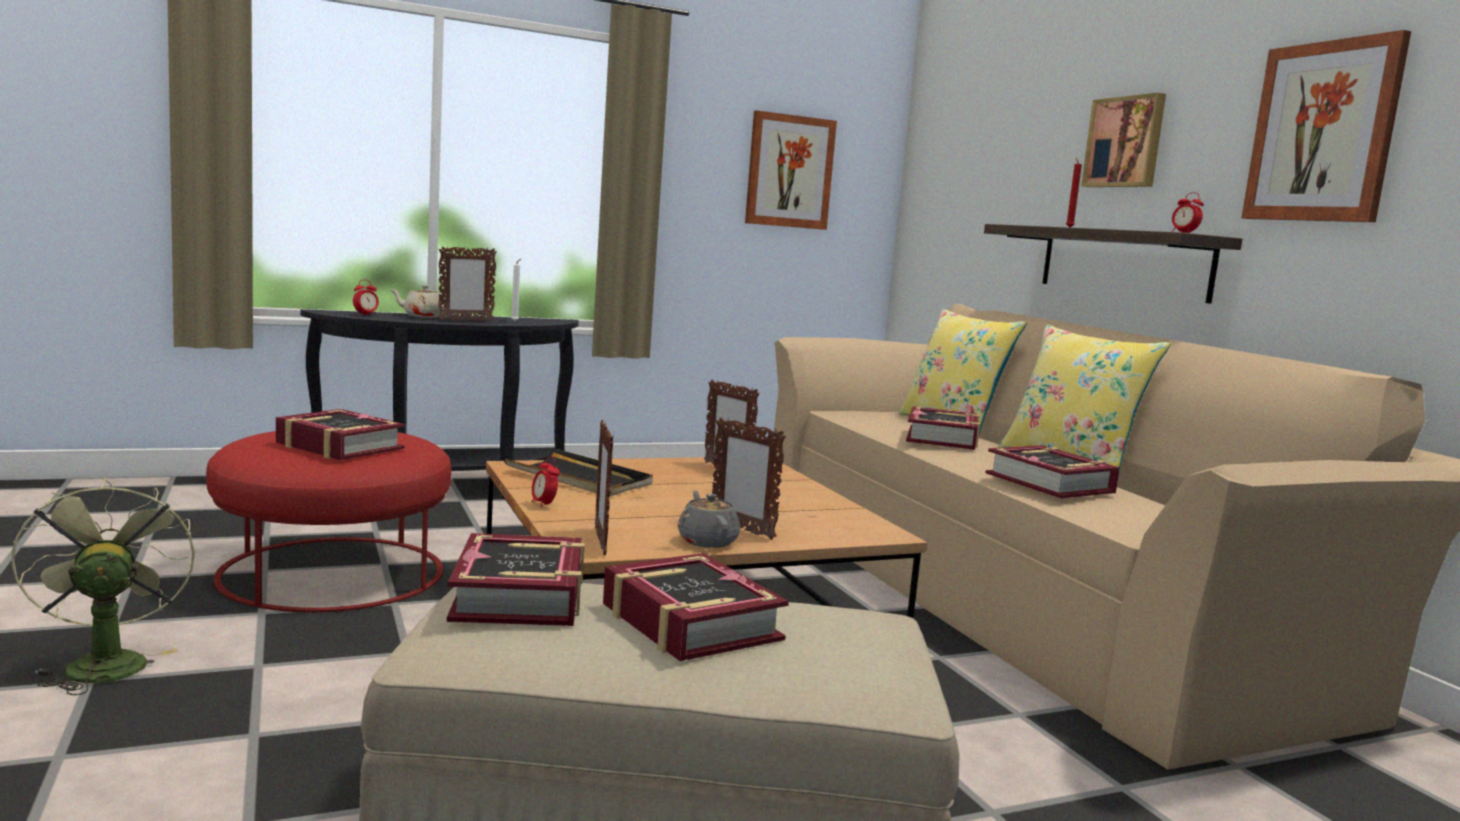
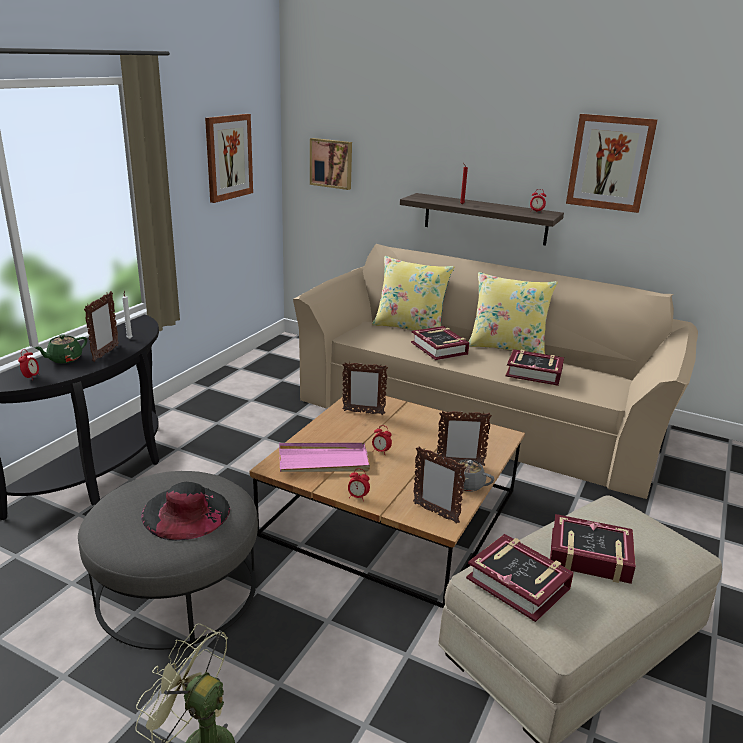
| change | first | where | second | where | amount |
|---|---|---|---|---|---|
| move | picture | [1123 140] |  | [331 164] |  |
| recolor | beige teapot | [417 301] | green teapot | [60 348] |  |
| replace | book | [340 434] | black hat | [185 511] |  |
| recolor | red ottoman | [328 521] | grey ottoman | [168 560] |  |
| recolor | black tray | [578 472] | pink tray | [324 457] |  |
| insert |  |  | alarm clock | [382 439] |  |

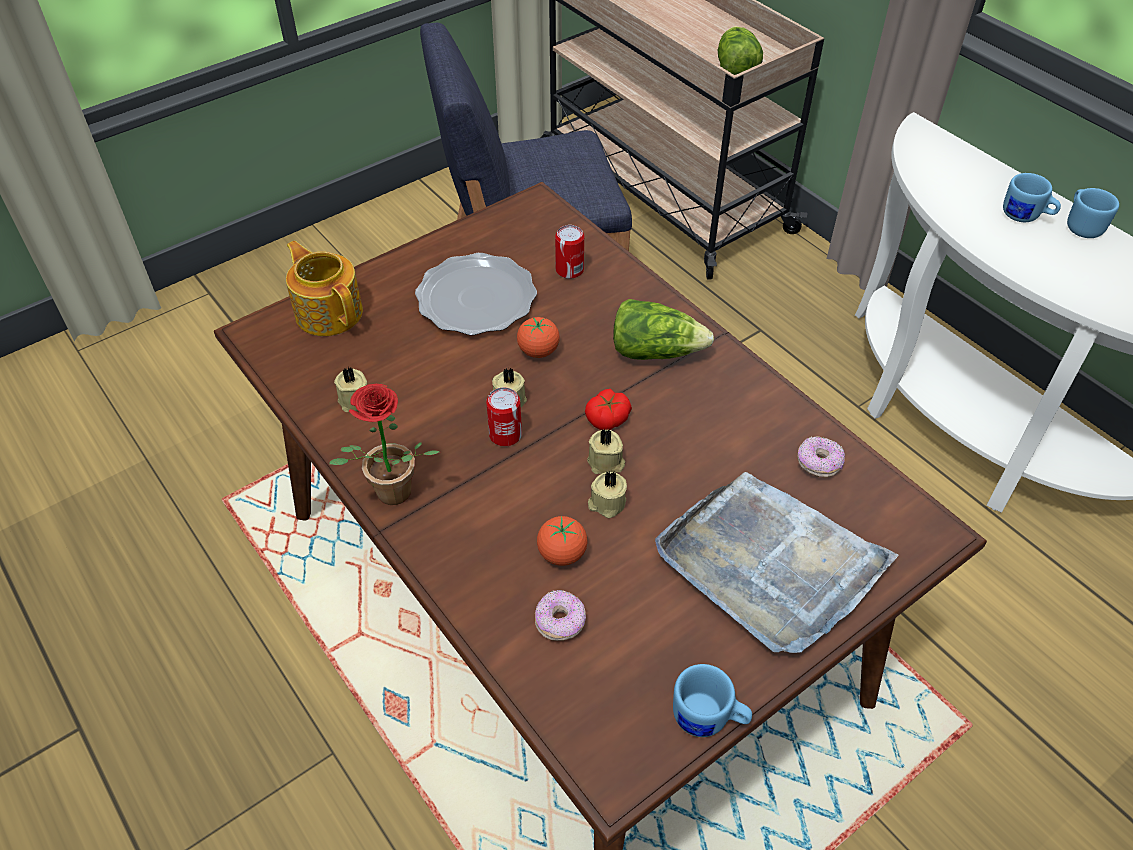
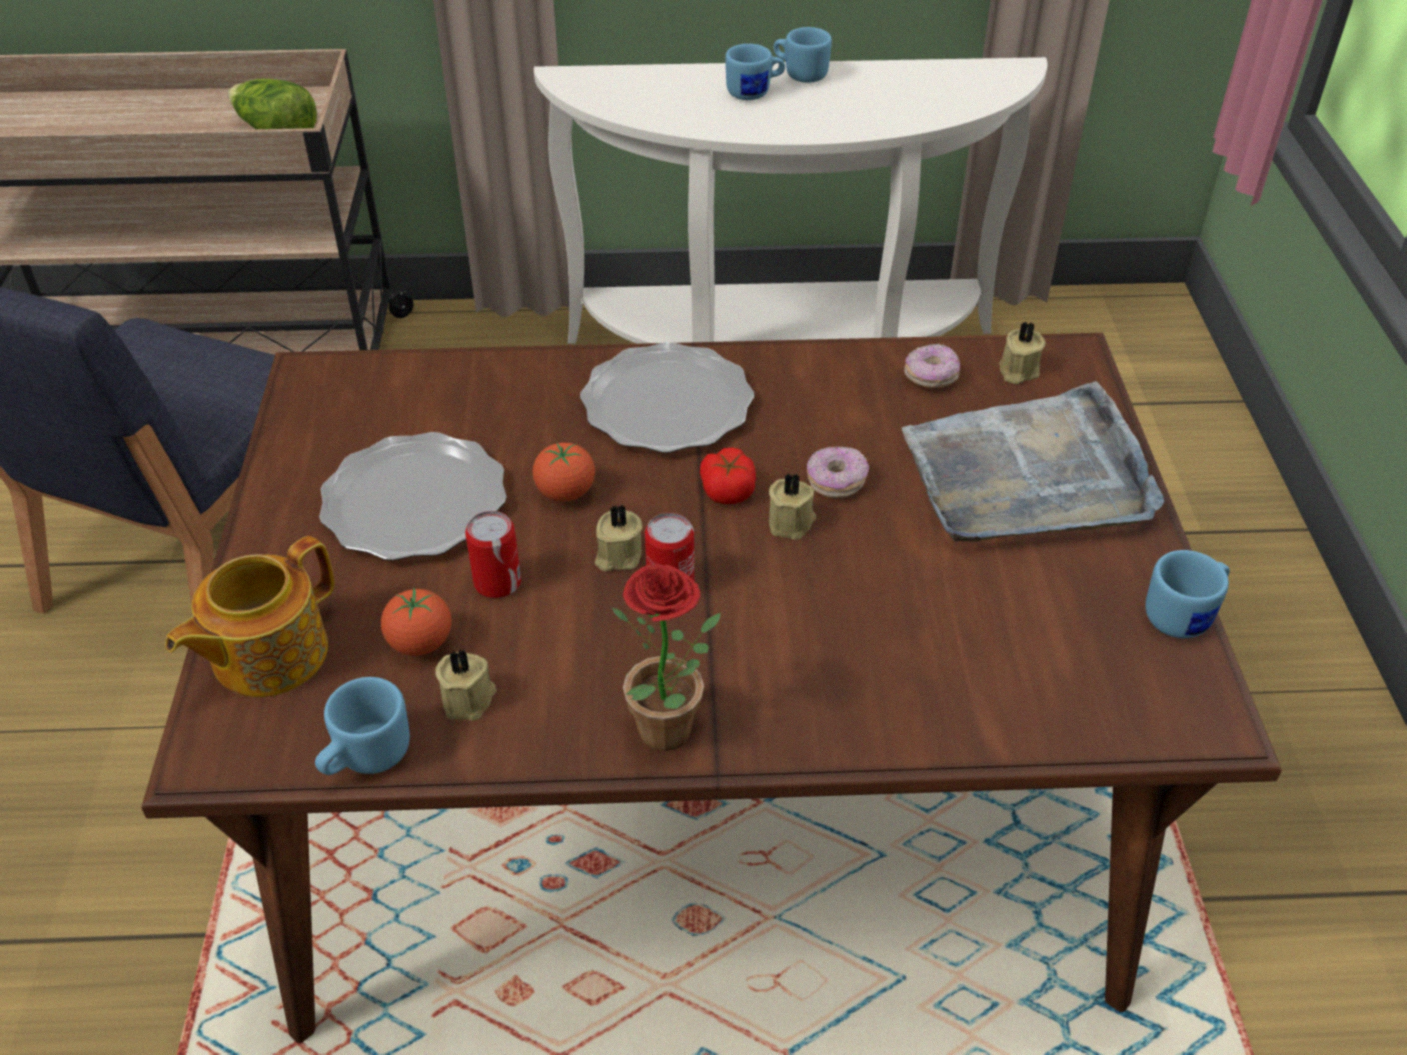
| change | first | where | second | where | amount |
|---|---|---|---|---|---|
| move | can | [569 252] |  | [493 554] |  |
| rotate | teapot | [324 288] |  | [250 616] | 45 degrees counterclockwise |
| replace | lettuce | [663 329] | plate | [667 397] |  |
| move | beige candle | [607 494] |  | [1022 352] |  |
| move | tomato | [562 541] |  | [416 622] |  |
| move | donut | [560 615] |  | [838 472] |  |
| insert |  |  | blue mug | [362 726] |  |

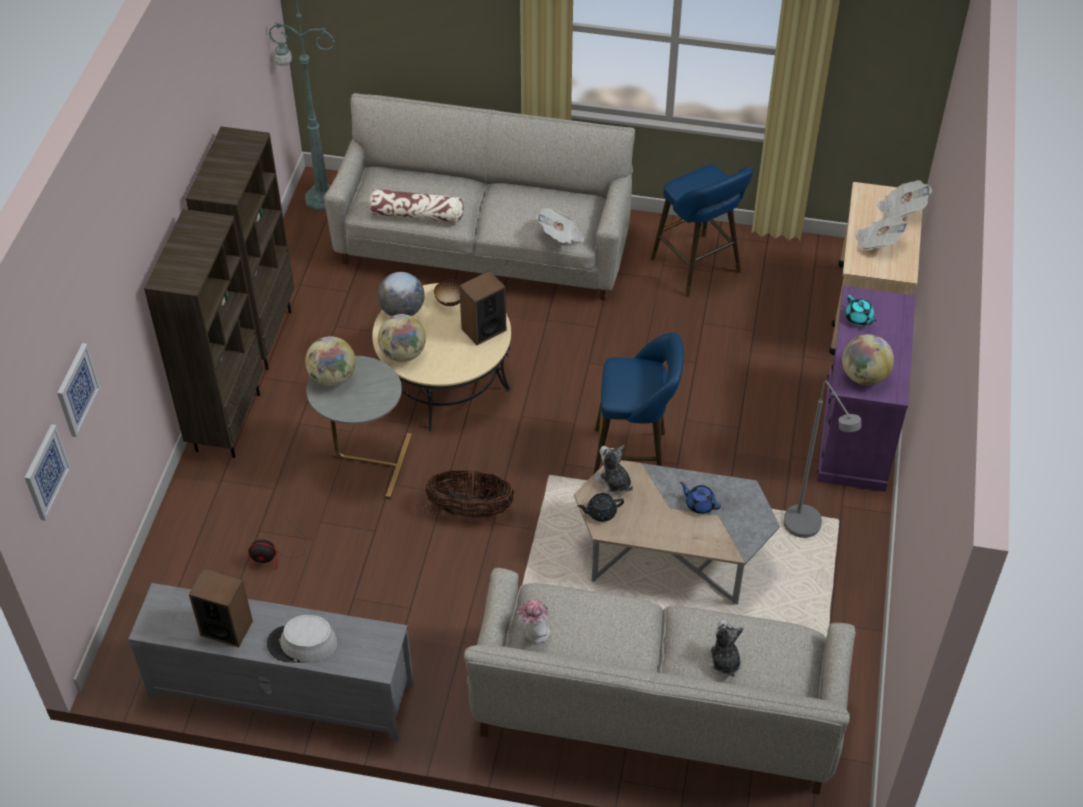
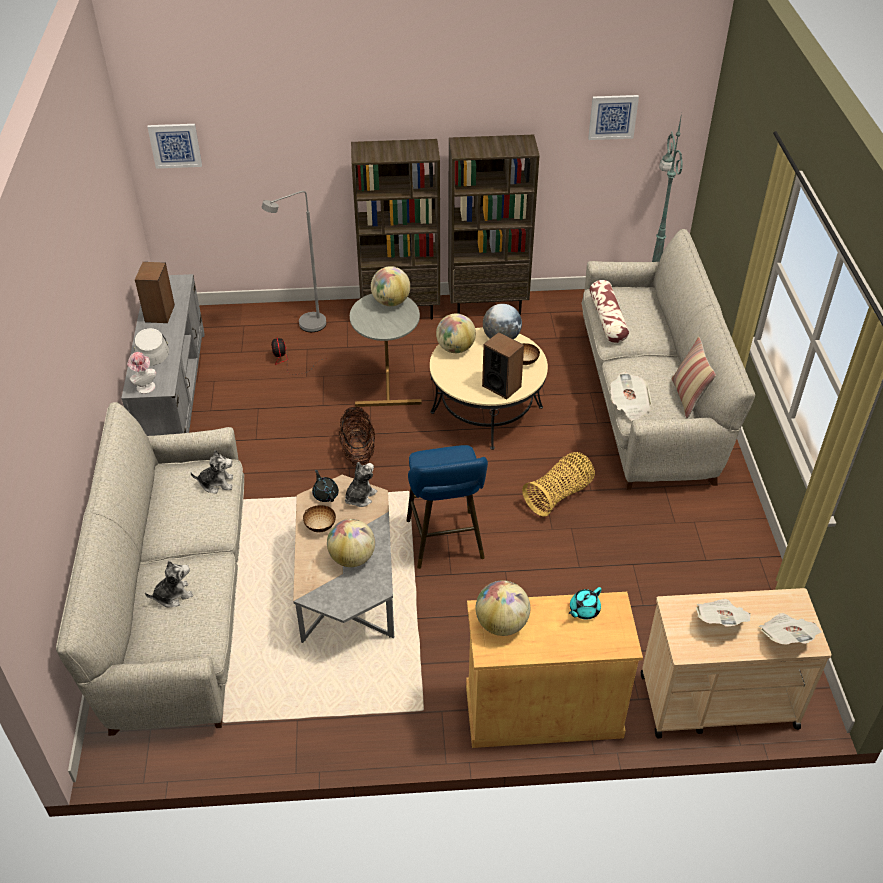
| change | first | where | second | where | amount |
|---|---|---|---|---|---|
| delete | blue stool | [702 231] |  |  |  |
| recolor | purple cabinet | [866 389] | beige cabinet | [554 670] |  |
| move | picture | [79 390] |  | [613 117] |  |
| move | grey floor lamp | [822 459] |  | [294 261] |  |
| replace | blue teapot | [700 498] | globe | [351 543] |  |
| move | hat | [533 621] |  | [141 373] |  |
| insert |  |  | pillow | [694 377] |  |
| insert |  |  | plush toy | [212 472] |  |
| insert |  |  | basket | [558 484] |  |
| insert |  |  | bowl | [319 518] |  |

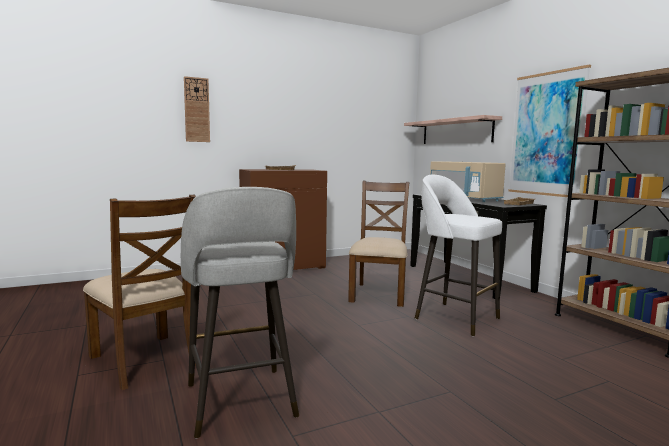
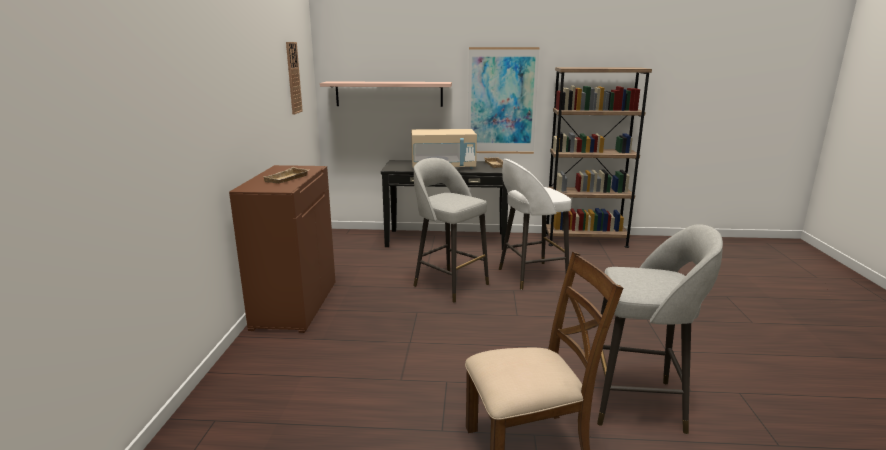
| change | first | where | second | where | amount |
|---|---|---|---|---|---|
| move | wall clock | [197 109] |  | [294 78] |  |
| replace | brown chair | [378 244] | grey stool | [451 230] |  |

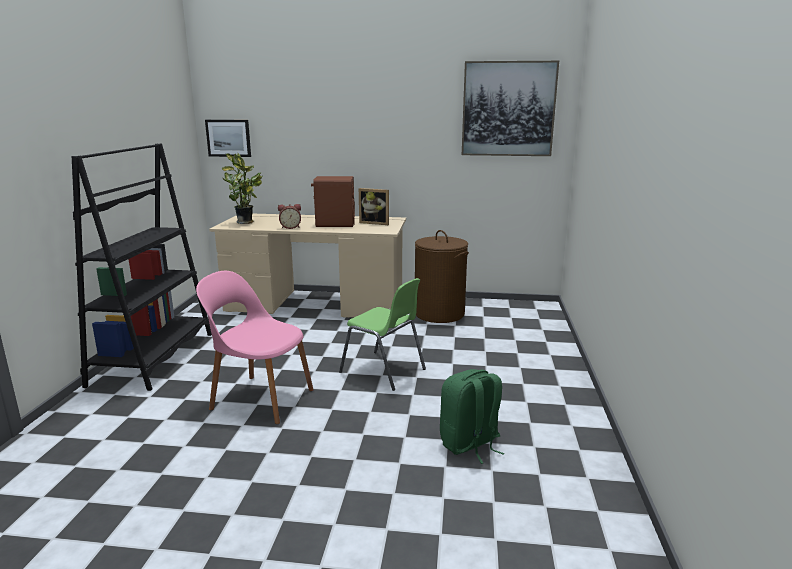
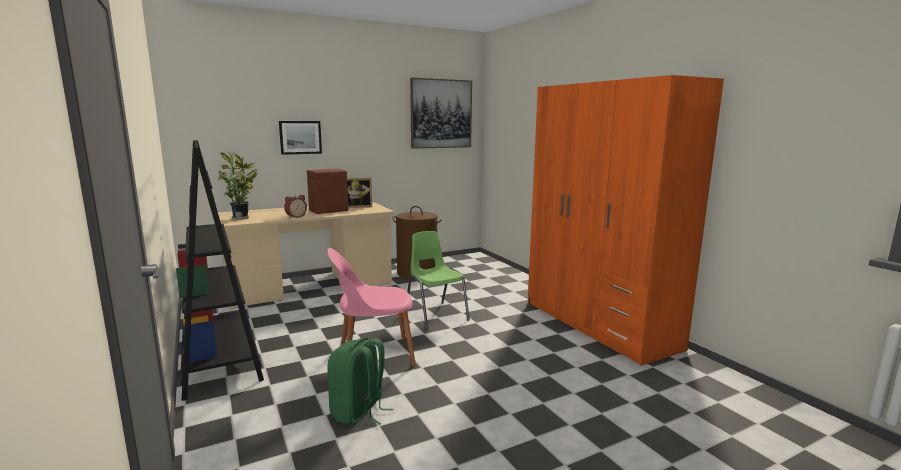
| change | first | where | second | where | amount |
|---|---|---|---|---|---|
| move | picture | [228 138] |  | [300 138] |  |
| rotate | green chair | [382 334] |  | [438 280] | 120 degrees counterclockwise |
| move | green backpack | [472 416] |  | [360 382] |  |
| insert |  |  | orange wardrobe | [626 220] |  |

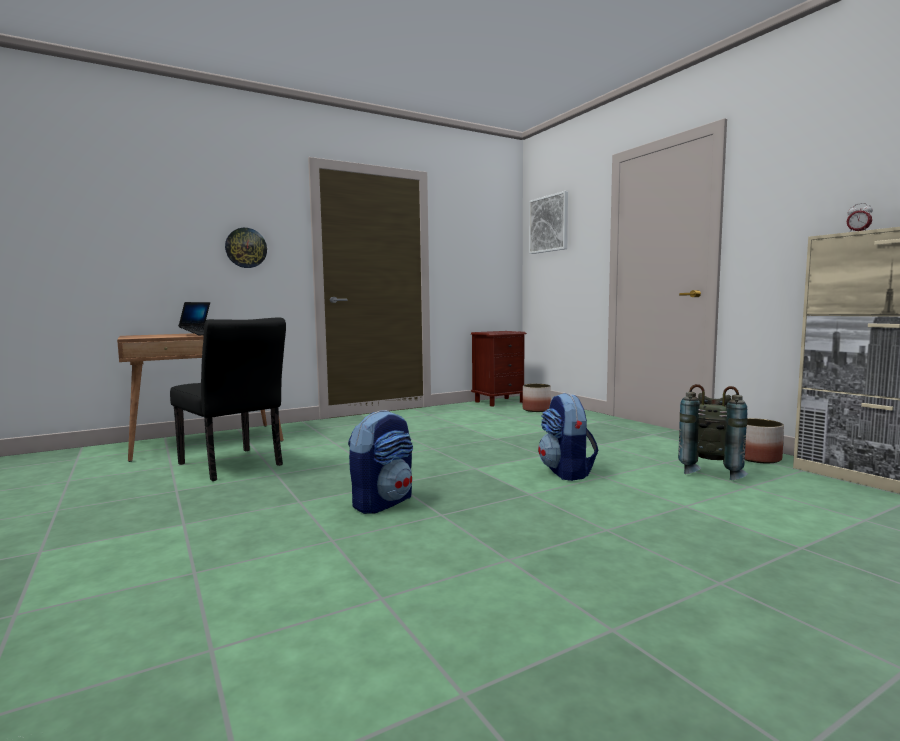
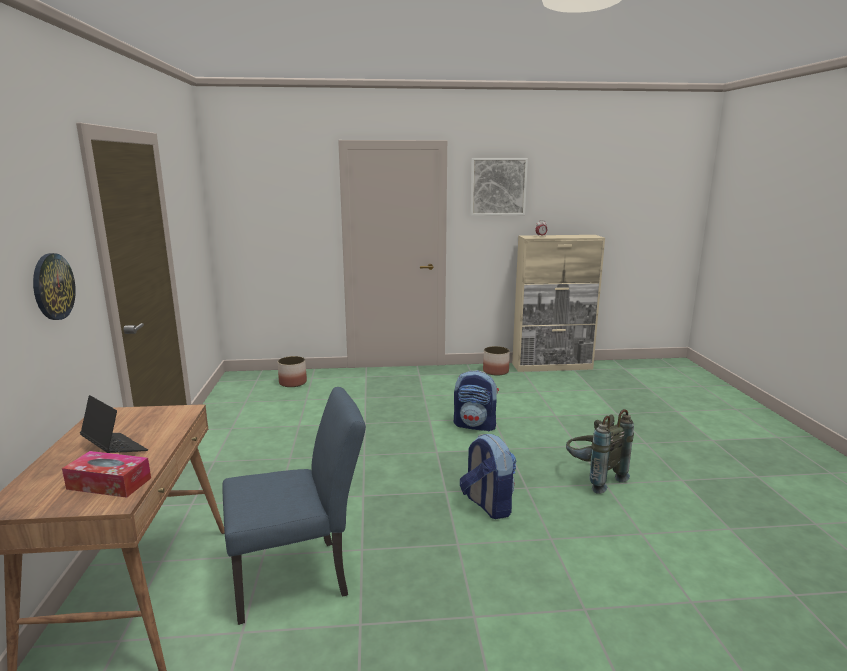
| change | first | where | second | where | amount |
|---|---|---|---|---|---|
| move | picture | [548 222] |  | [499 187] |  |
| recolor | black chair | [228 399] | blue chair | [294 506] |  |
| delete | brown nightstand | [499 368] |  |  |  |
| move | grey backpack | [713 432] |  | [600 451] |  |
| insert |  |  | tissue box | [106 474] |  |

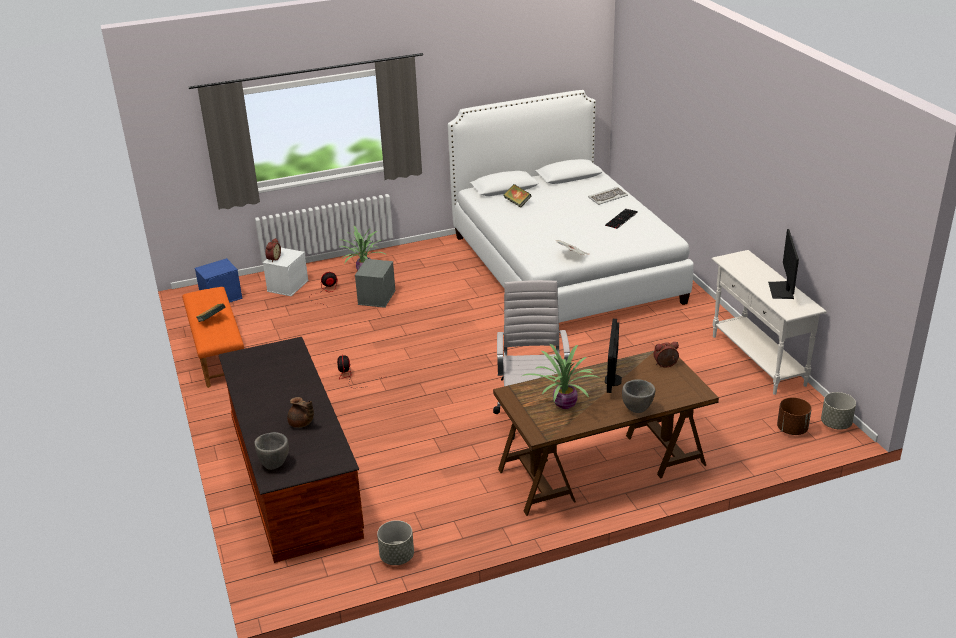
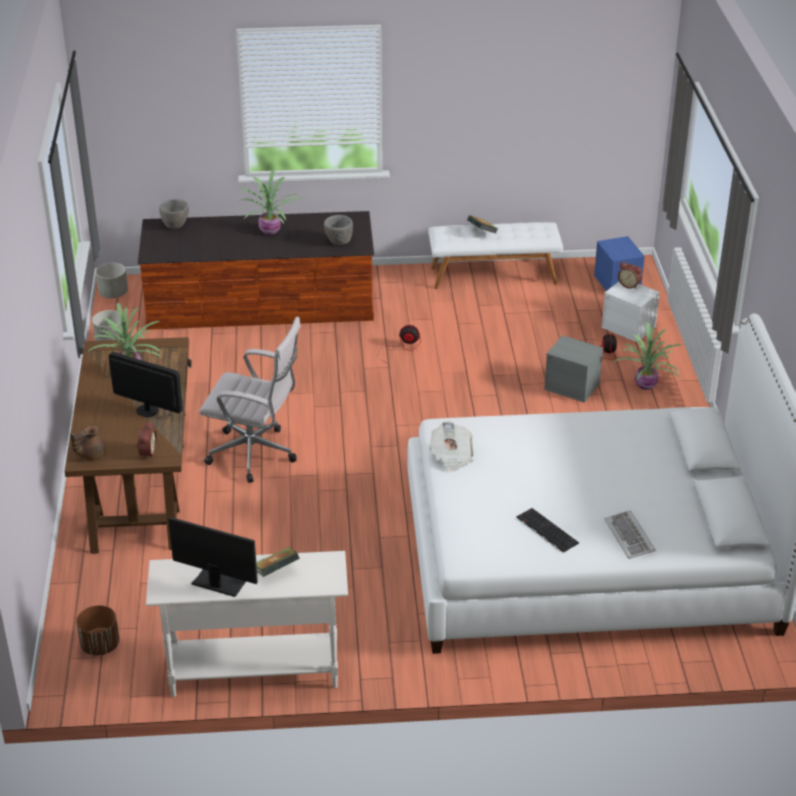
| change | first | where | second | where | amount |
|---|---|---|---|---|---|
| move | book | [517 196] |  | [277 562] |  |
| recolor | orange bench | [213 337] | white bench | [495 255] |  |
| move | grey bowl | [638 396] |  | [338 230] |  |
| move | grey planter | [838 411] |  | [112 280] |  |
| move | brown teapot | [300 412] |  | [88 443] |  |
| insert |  |  | potted plant | [271 202] |  |

